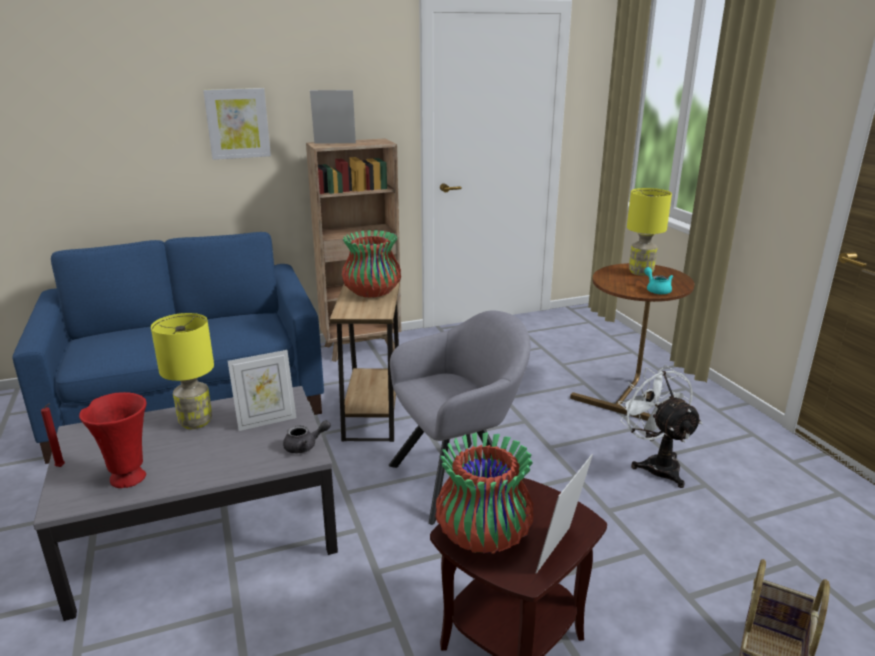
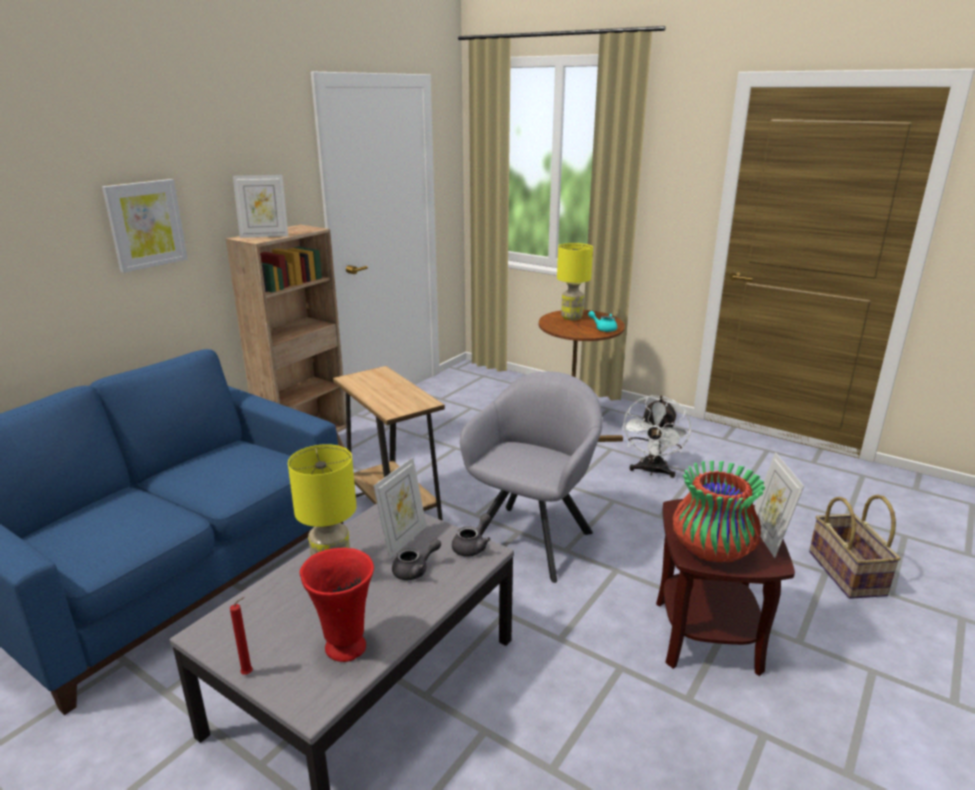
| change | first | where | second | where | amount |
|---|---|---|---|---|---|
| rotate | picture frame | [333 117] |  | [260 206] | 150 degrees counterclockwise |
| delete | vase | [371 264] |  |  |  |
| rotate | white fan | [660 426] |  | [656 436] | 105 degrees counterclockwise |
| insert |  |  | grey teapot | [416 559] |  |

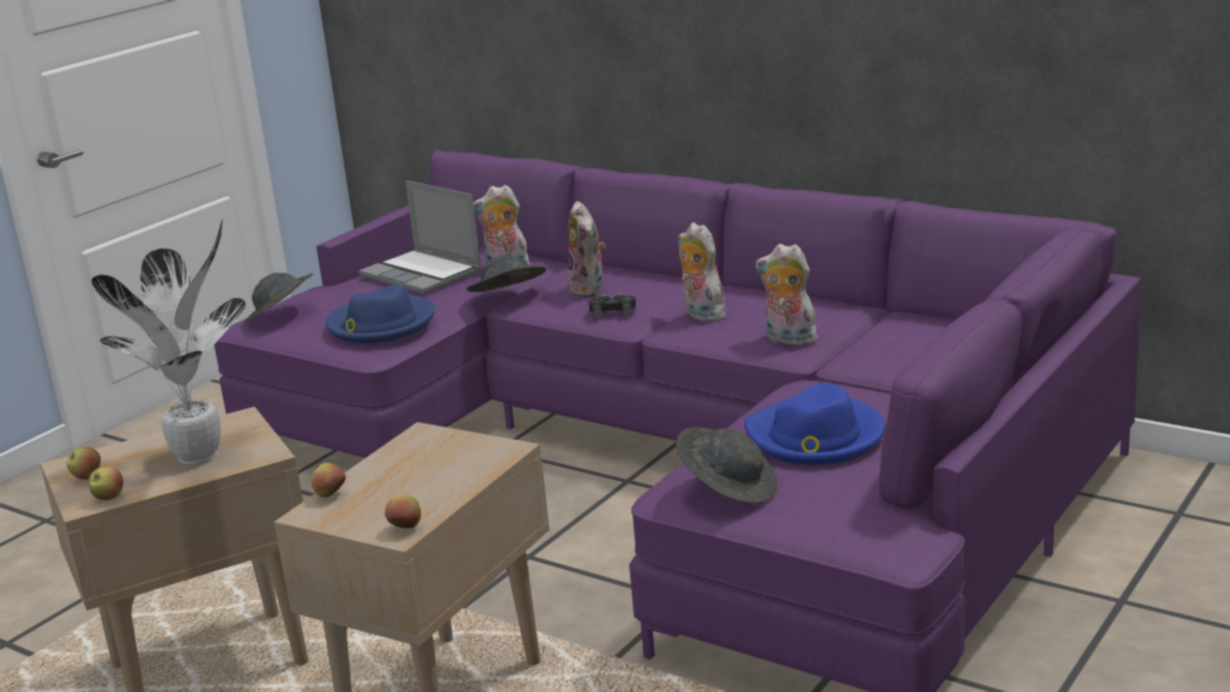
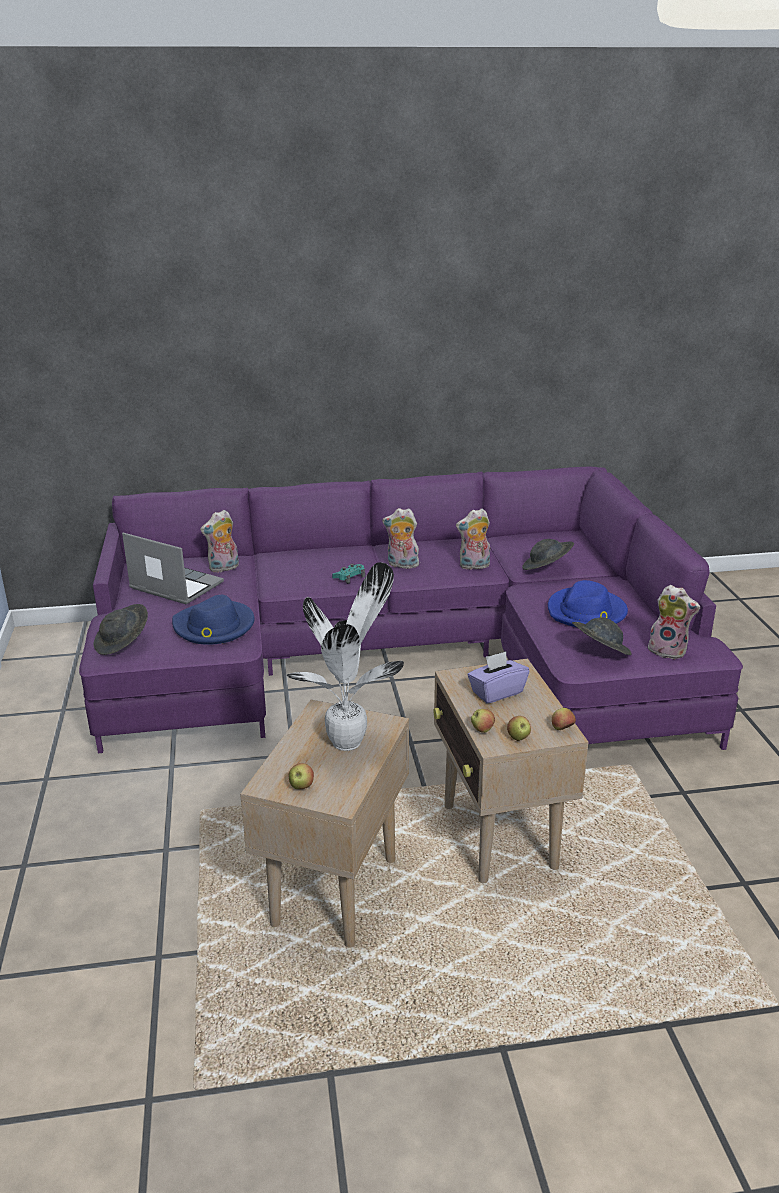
| change | first | where | second | where | amount |
|---|---|---|---|---|---|
| rotate | laptop | [420 237] |  | [173 569] | 150 degrees counterclockwise |
| move | plush toy | [586 249] |  | [674 622] |  |
| move | grey hat | [506 273] |  | [548 554] |  |
| recolor | black game controller | [612 306] | turquoise game controller | [348 574] |  |
| move | apple | [106 483] |  | [519 728] |  |
| insert |  |  | purple tissue box | [498 677] |  |

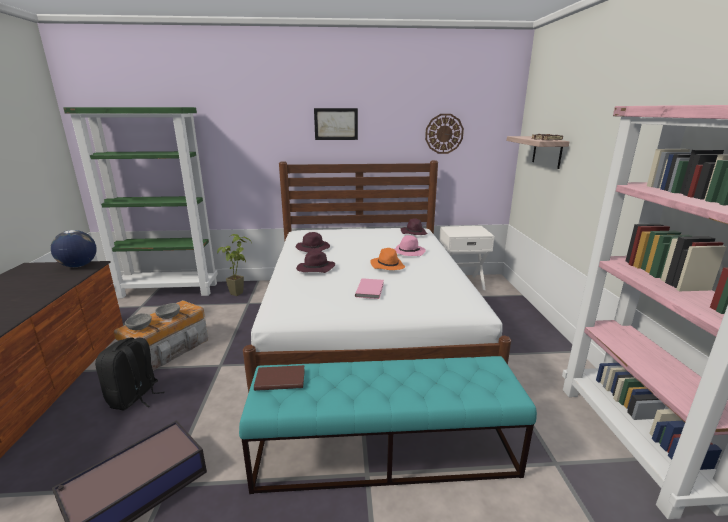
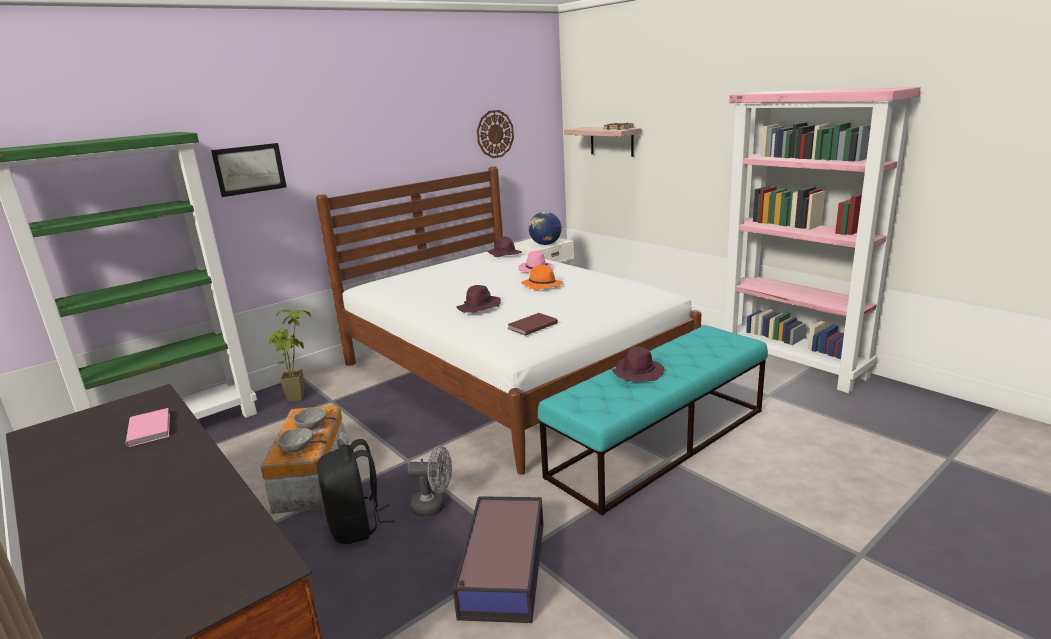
| change | first | where | second | where | amount |
|---|---|---|---|---|---|
| move | picture | [336 124] |  | [249 170] |  |
| move | globe | [74 248] |  | [545 228] |  |
| move | purple hat | [313 242] |  | [638 364] |  |
| move | pink book | [369 288] |  | [148 427] |  |
| move | brown book | [279 378] |  | [532 324] |  |
| insert |  |  | grey fan | [429 481] |  |

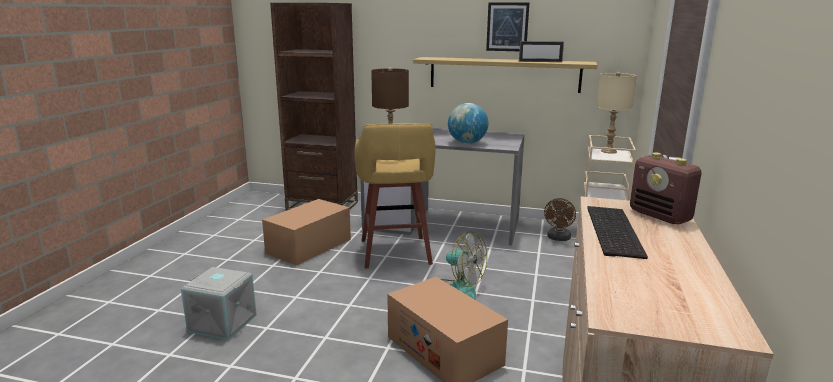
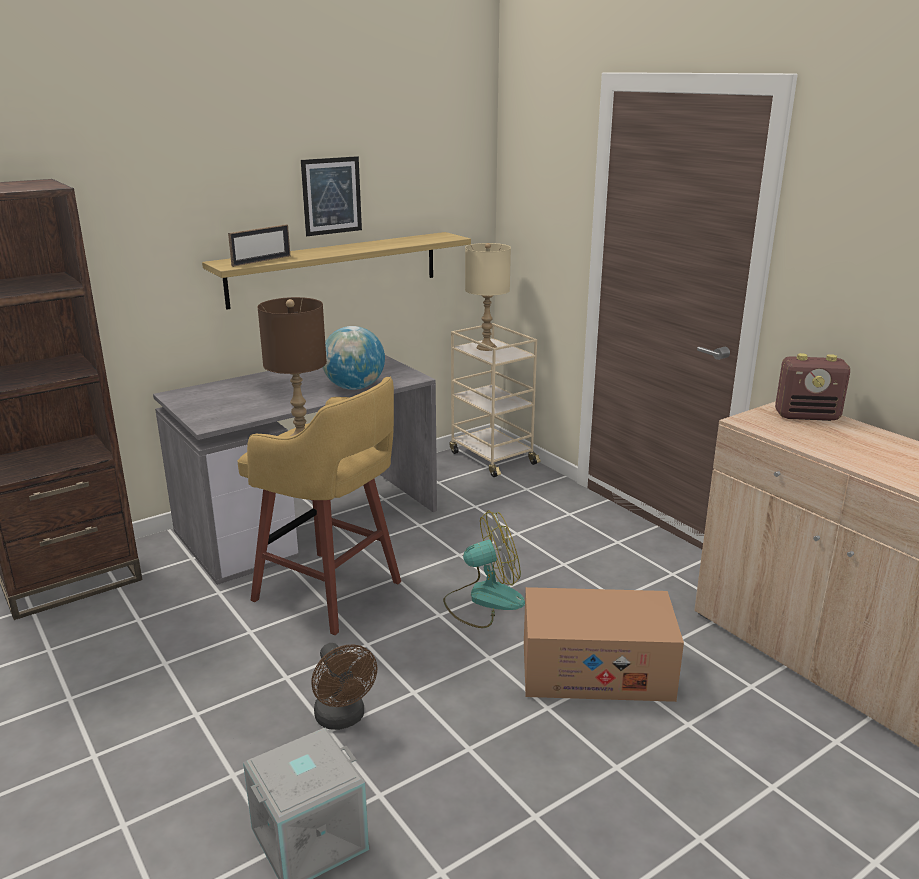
| change | first | where | second | where | amount |
|---|---|---|---|---|---|
| move | picture frame | [541 51] |  | [259 245] |  |
| move | brown fan | [560 219] |  | [344 686] |  |
| delete | cardboard box | [306 232] |  |  |  |
| delete | keyboard | [618 232] |  |  |  |

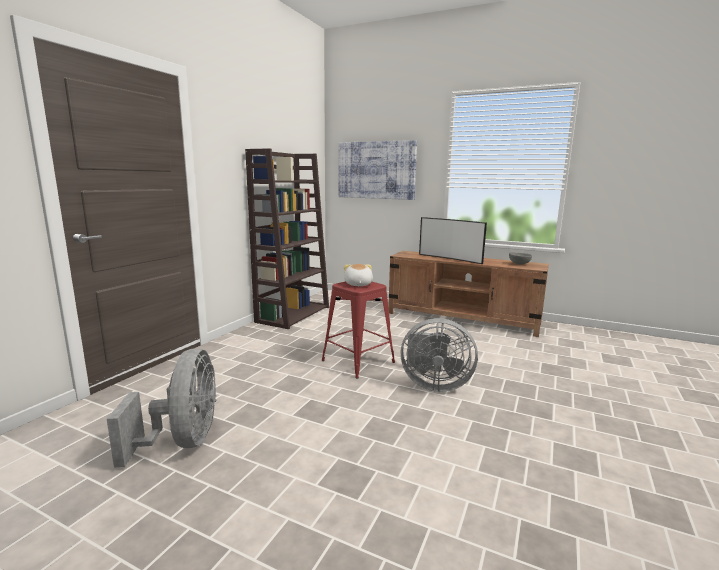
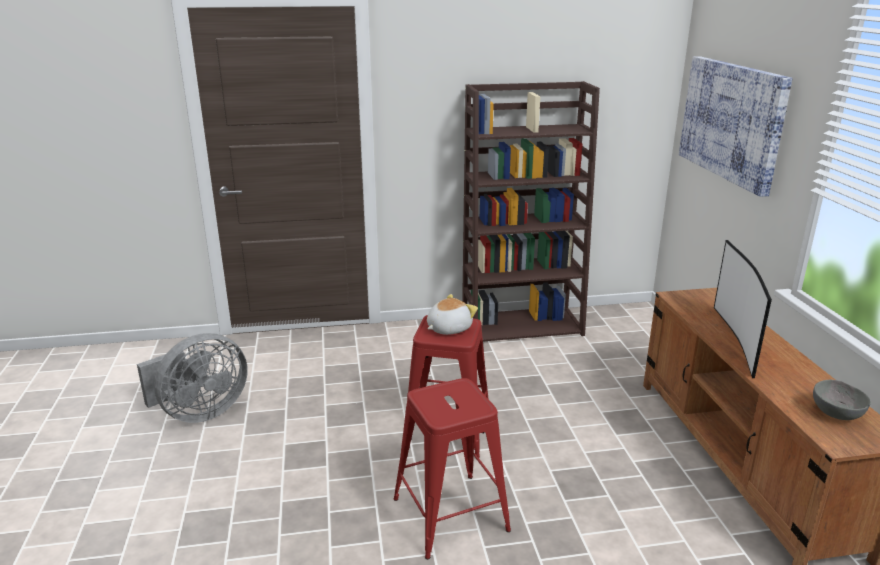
| change | first | where | second | where | amount |
|---|---|---|---|---|---|
| replace | grey fan | [439 355] | red stool | [452 468] |  |

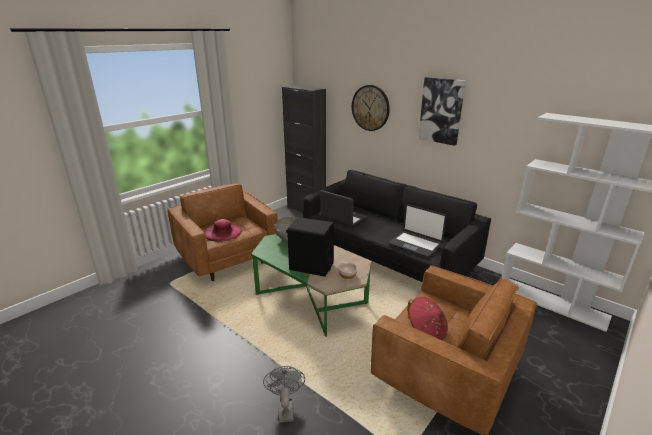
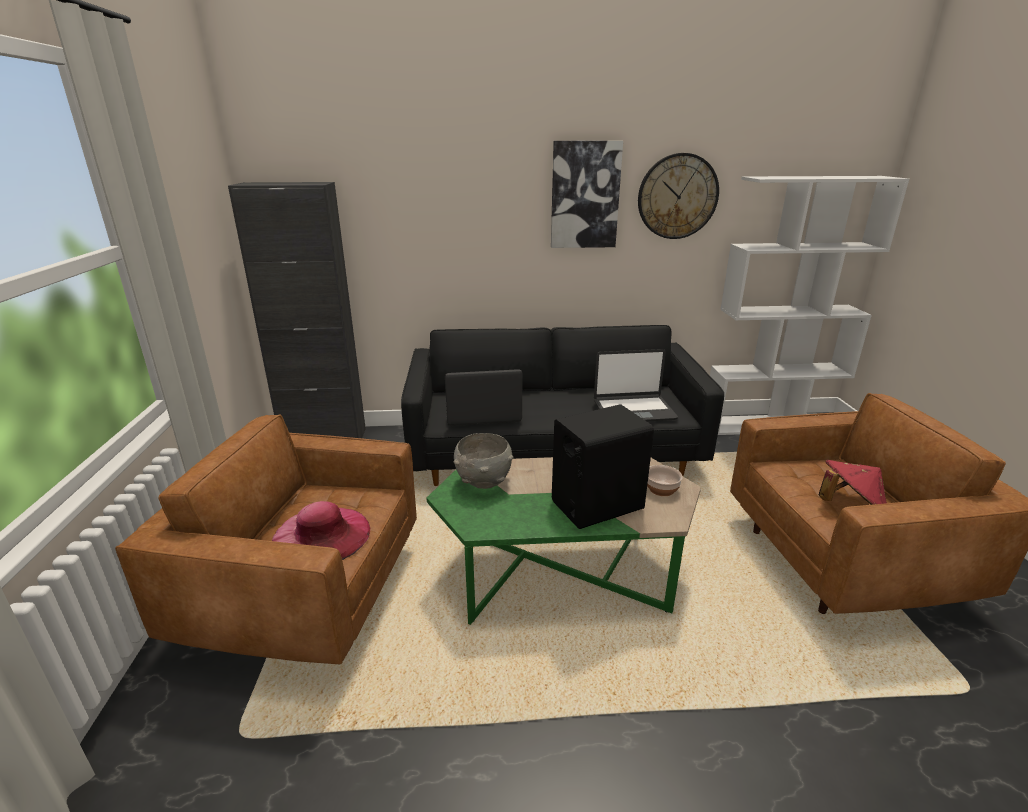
| change | first | where | second | where | amount |
|---|---|---|---|---|---|
| move | wall clock | [371 108] |  | [678 196] |  |
| delete | grey fan | [284 394] |  |  |  |

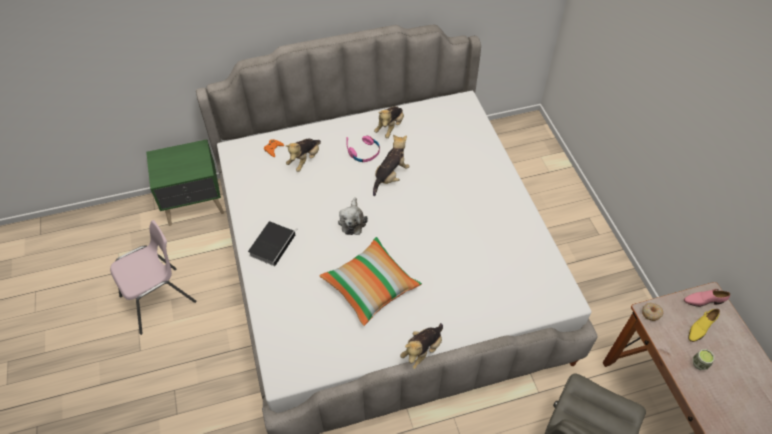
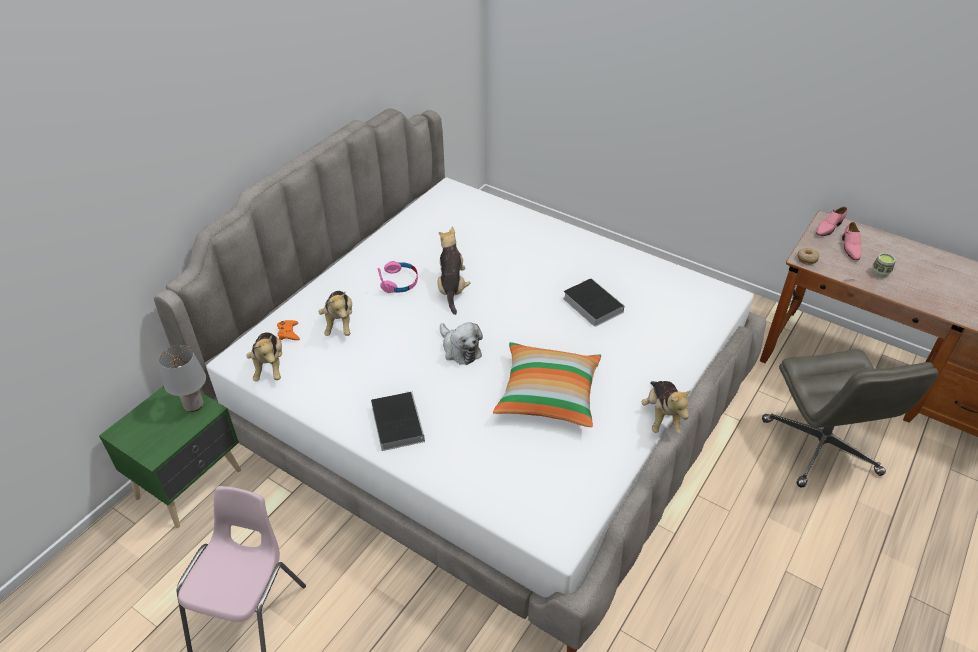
| change | first | where | second | where | amount |
|---|---|---|---|---|---|
| move | plush toy | [389 122] |  | [264 357] |  |
| recolor | yellow shoe | [704 325] | pink shoe | [852 241] |  |
| insert |  |  | book | [593 302] |  |
| insert |  |  | grey table lamp | [182 378] |  |

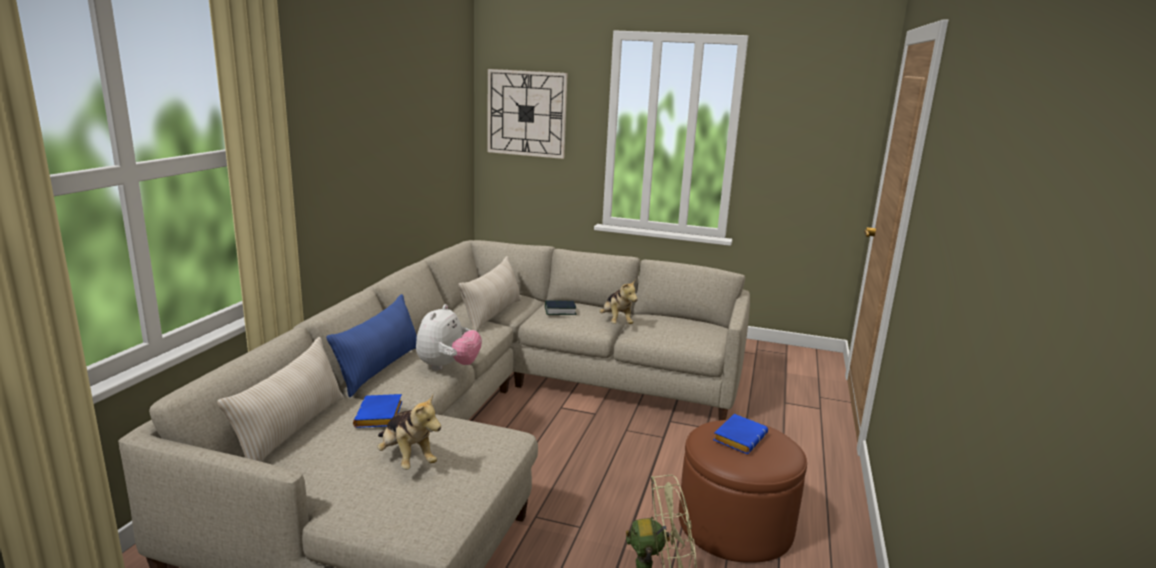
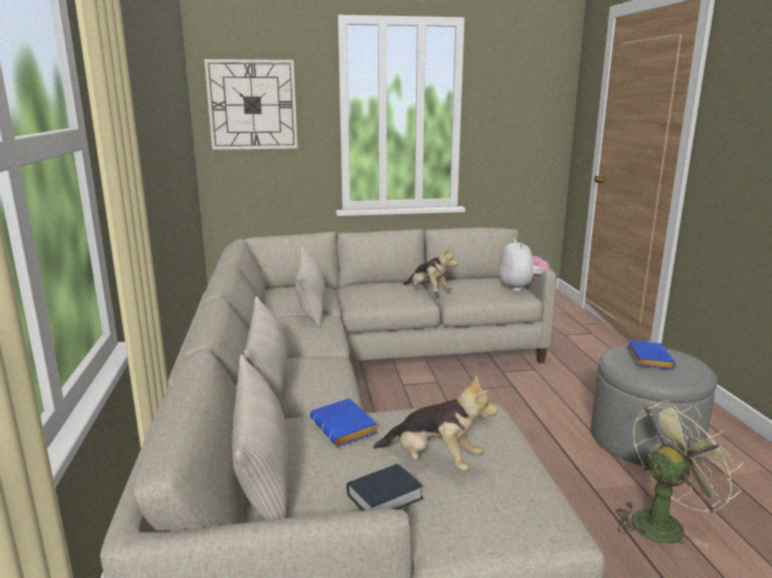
| change | first | where | second | where | amount |
|---|---|---|---|---|---|
| recolor | blue pillow | [371 345] | beige pillow | [265 351] |  |
| move | book | [560 307] |  | [385 487] |  |
| move | plush toy | [449 337] |  | [524 265] |  |
| recolor | brown ottoman | [743 491] | grey ottoman | [654 406] |  |

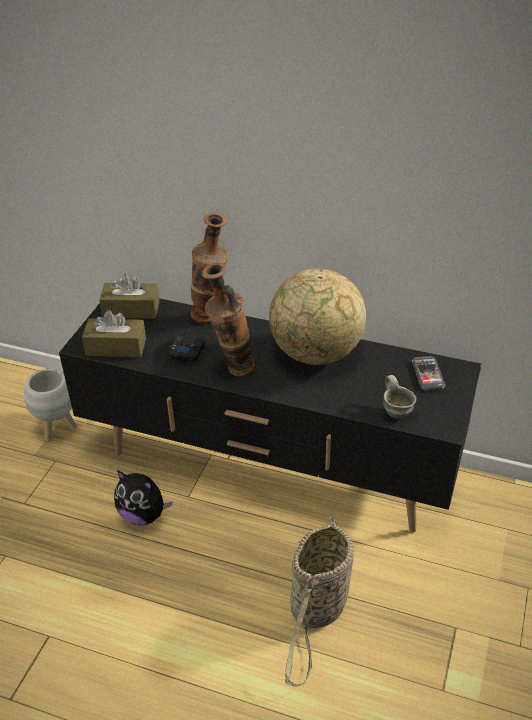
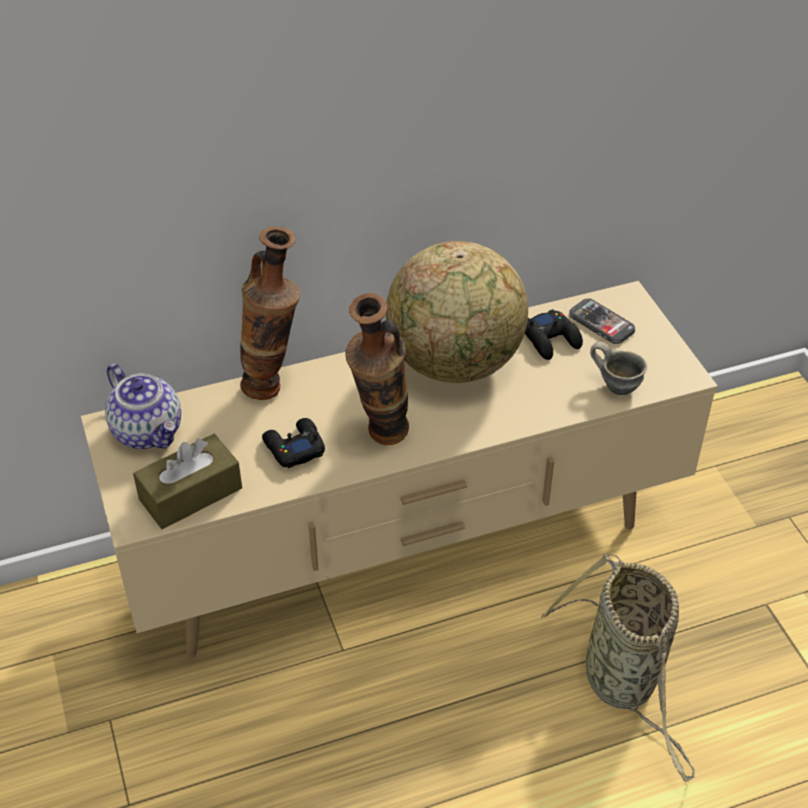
| change | first | where | second | where | amount |
|---|---|---|---|---|---|
| replace | brown tissue box | [129 296] | teapot | [143 406] |  |
| recolor | black tv stand | [270 415] | beige tv stand | [399 469] |  |
| delete | white planter | [50 405] |  |  |  |
| delete | plush toy | [143 497] |  |  |  |
| insert |  |  | black game controller | [554 334] |  |

